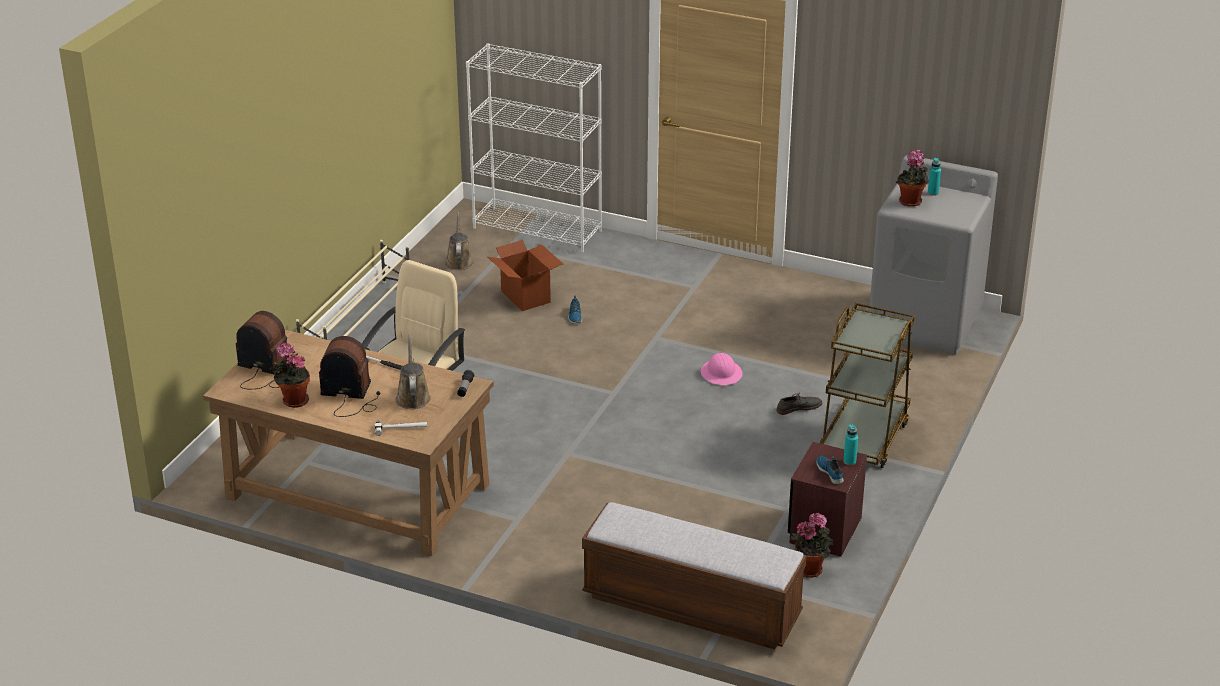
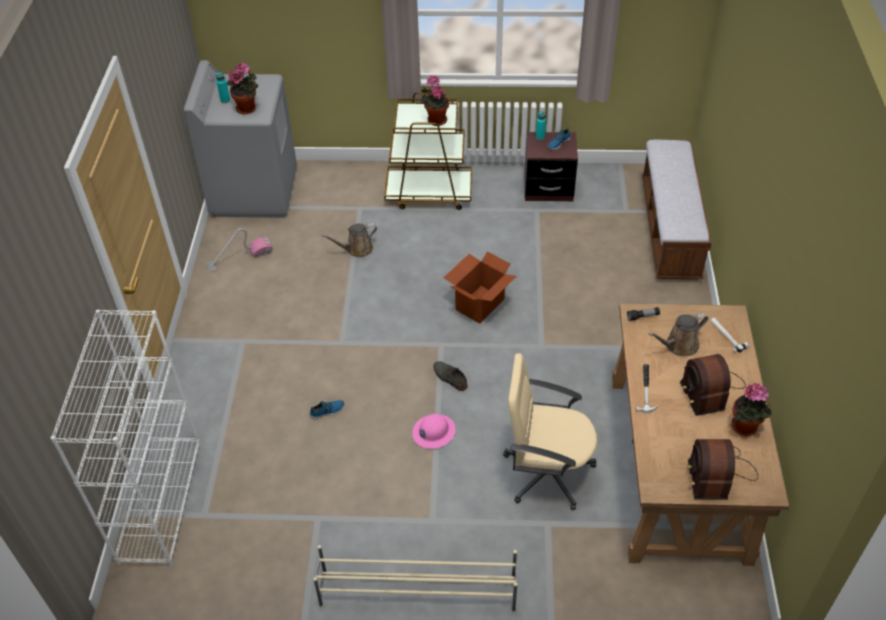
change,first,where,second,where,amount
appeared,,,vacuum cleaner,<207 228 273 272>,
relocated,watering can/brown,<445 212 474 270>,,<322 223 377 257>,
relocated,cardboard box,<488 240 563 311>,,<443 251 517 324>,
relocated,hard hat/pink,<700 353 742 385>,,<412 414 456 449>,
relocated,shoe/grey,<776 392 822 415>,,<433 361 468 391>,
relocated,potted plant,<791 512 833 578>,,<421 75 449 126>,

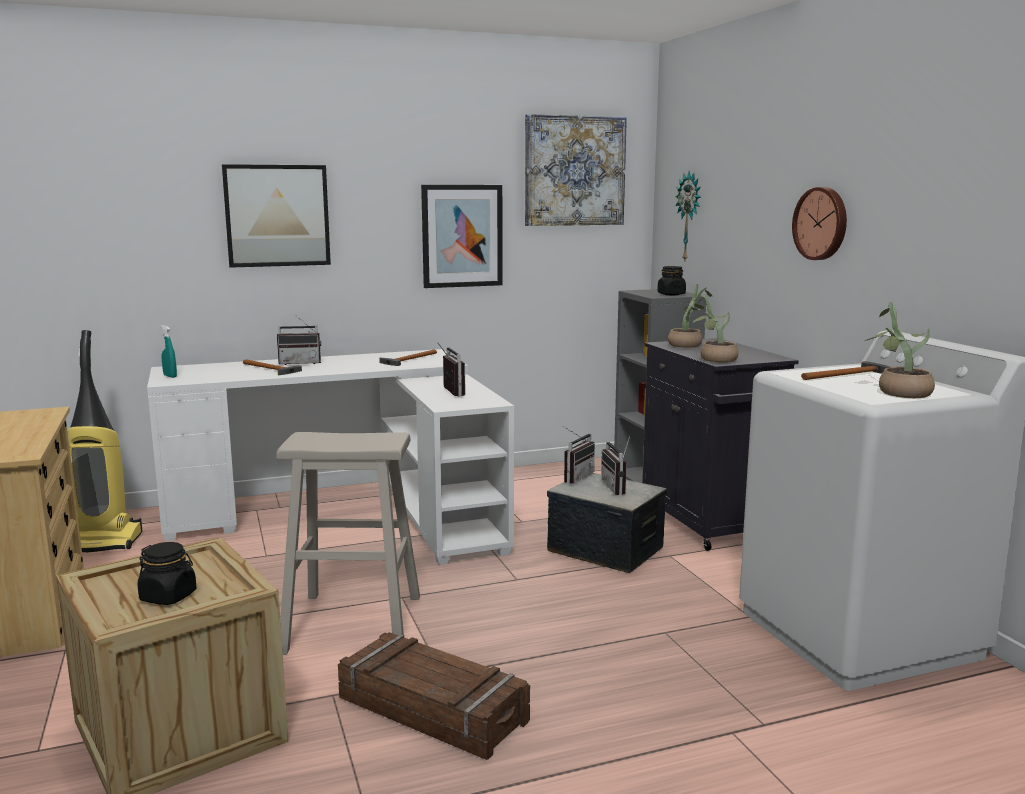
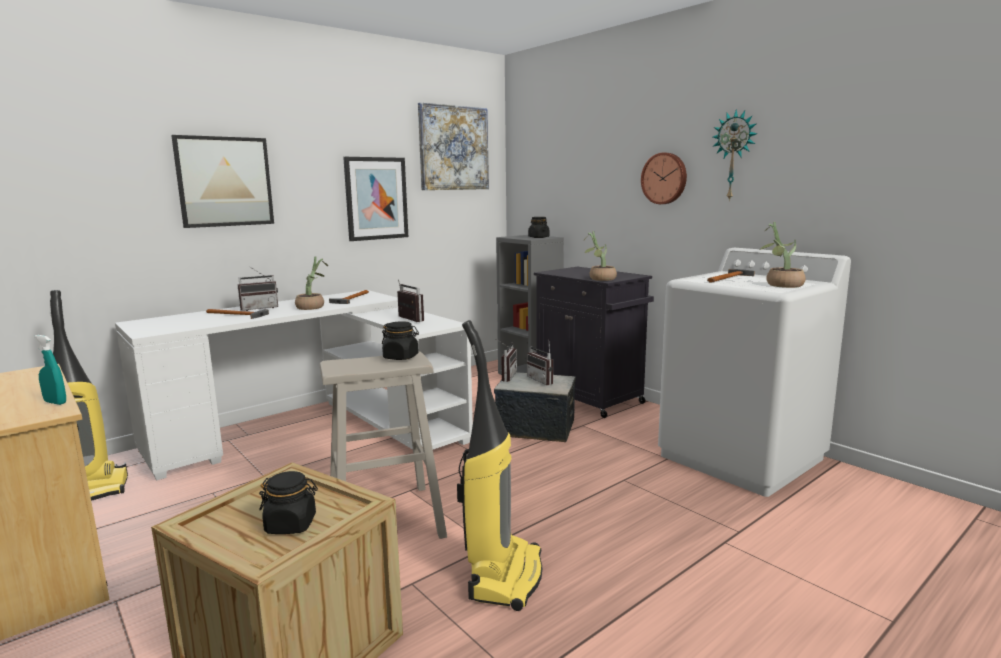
change,first,where,second,where,amount
appeared,,,jar/black,<382 321 419 360>,
relocated,spray bottle/turquoise,<161 325 177 378>,,<34 335 66 405>,
relocated,potted plant,<668 284 712 348>,,<295 256 328 310>,
relocated,wall clock,<675 171 701 261>,,<713 109 758 201>,
exchanged,crate,<338 632 530 760>,vacuum cleaner,<457 320 543 611>,

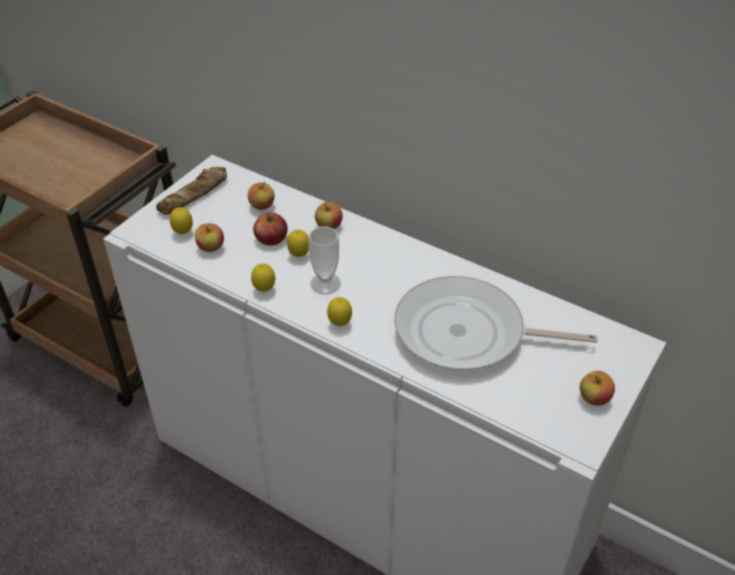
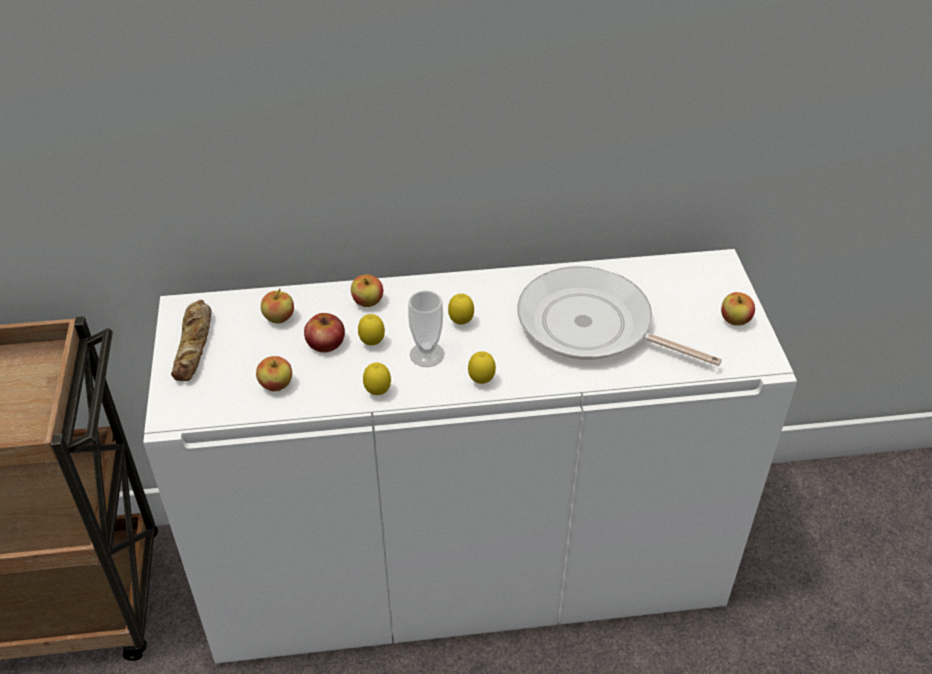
change,first,where,second,where,amount
relocated,lemon,<170 207 193 234>,,<448 294 474 325>,
spun,frying pan,<394 276 598 371>,,<517 266 722 366>,60 degrees clockwise

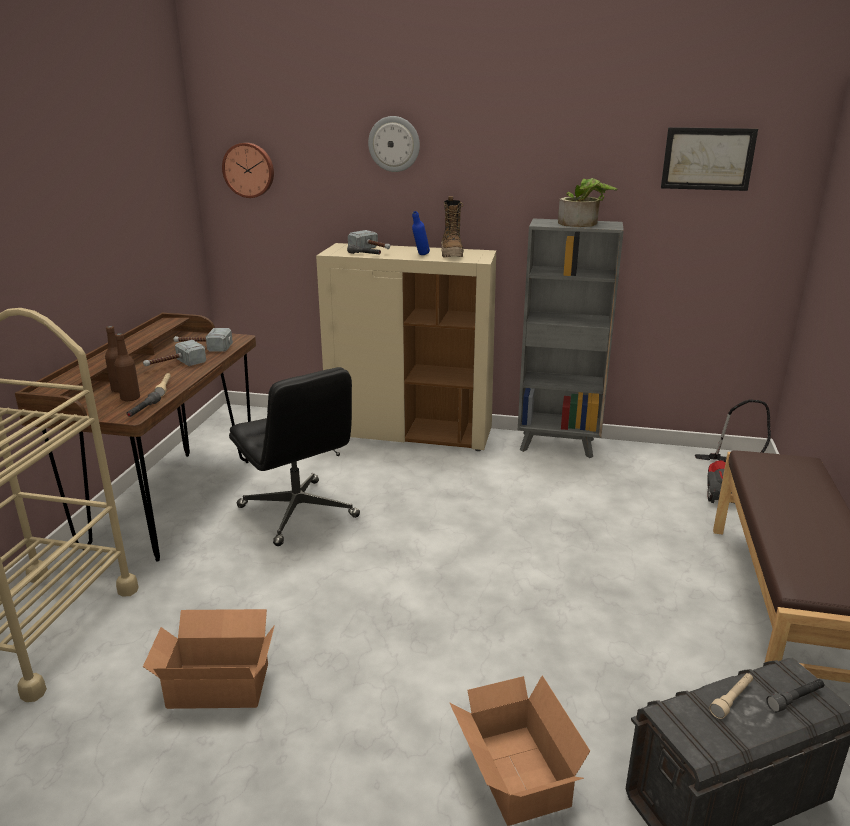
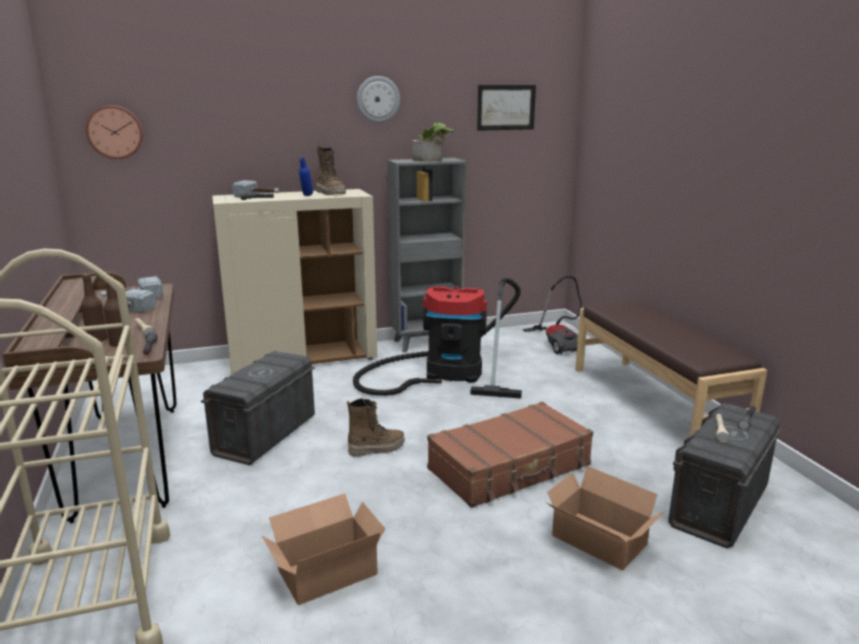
change,first,where,second,where,amount
appeared,,,boot,<347 398 405 457>,
appeared,,,vacuum cleaner,<353 278 522 399>,
appeared,,,suitcase/brown,<427 402 593 508>,
relocated,wall clock,<368 116 420 172>,,<357 76 400 123>,
exchanged,office chair/black,<229 367 360 546>,storage box/grey,<201 351 315 465>,

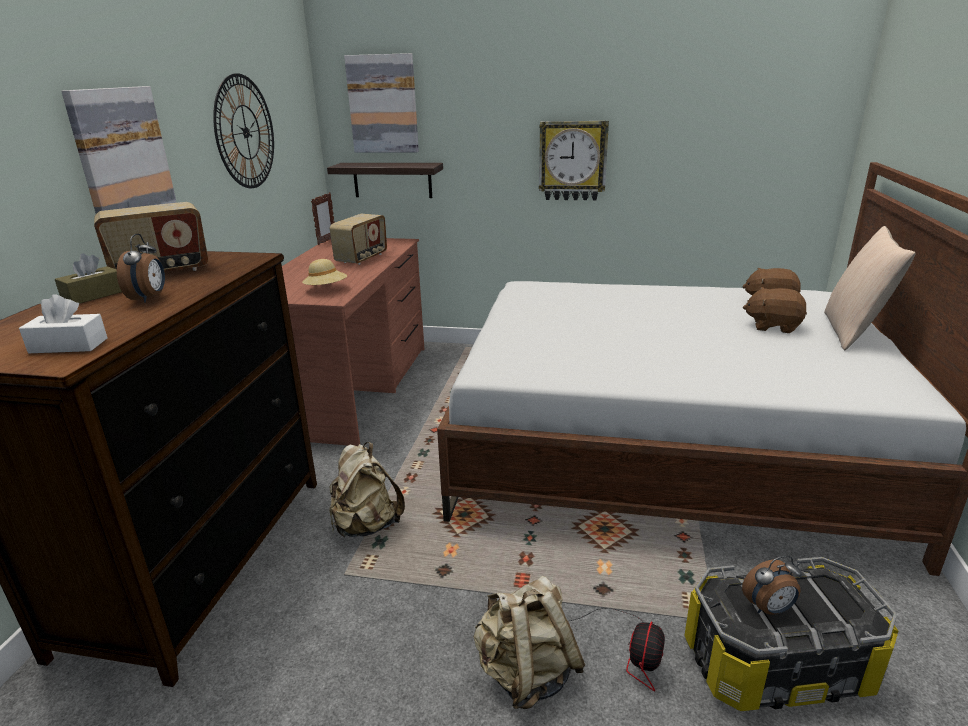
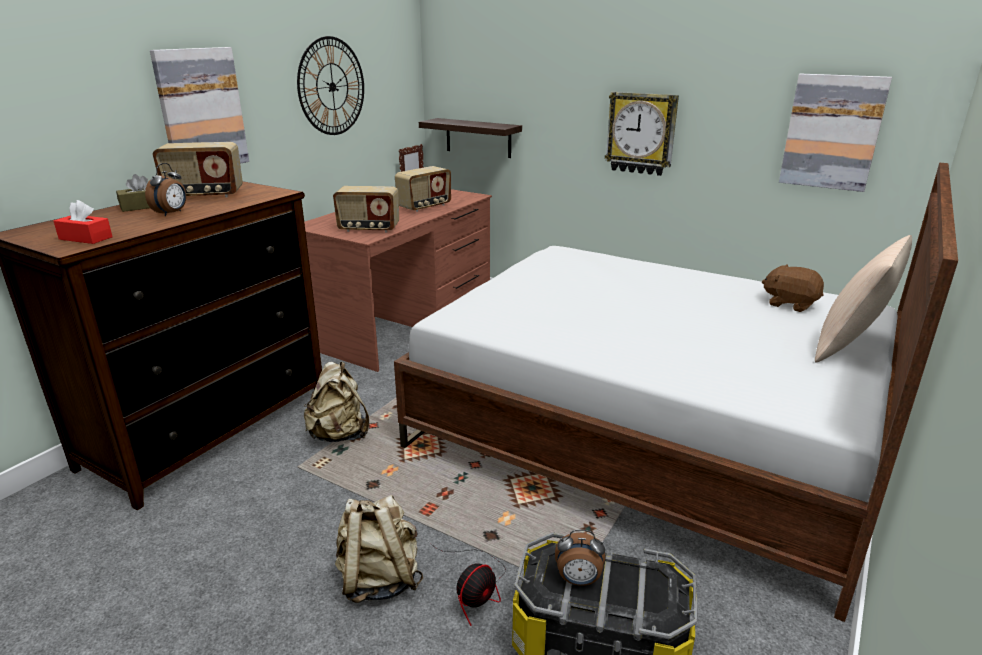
change,first,where,second,where,amount
missing,plush toy/brown,<743 287 807 333>,,,
relocated,picture,<344 53 419 152>,,<779 74 892 192>,
exchanged,hat/beige,<302 259 348 286>,radio,<333 186 399 232>,
colour,tissue box/white,<19 294 107 353>,tissue box/red,<54 200 113 244>,

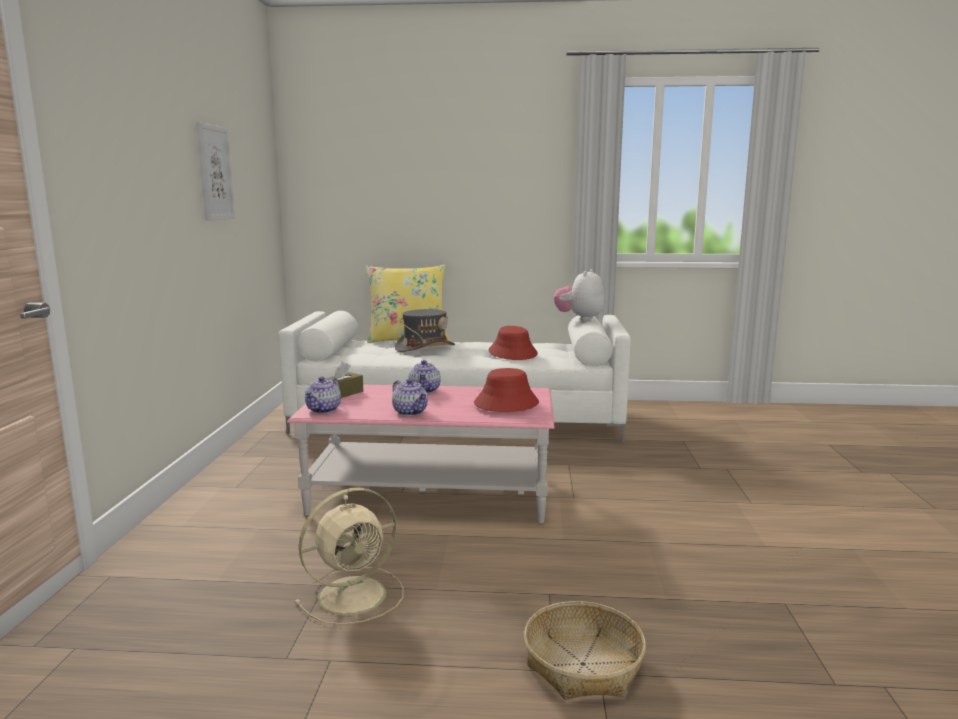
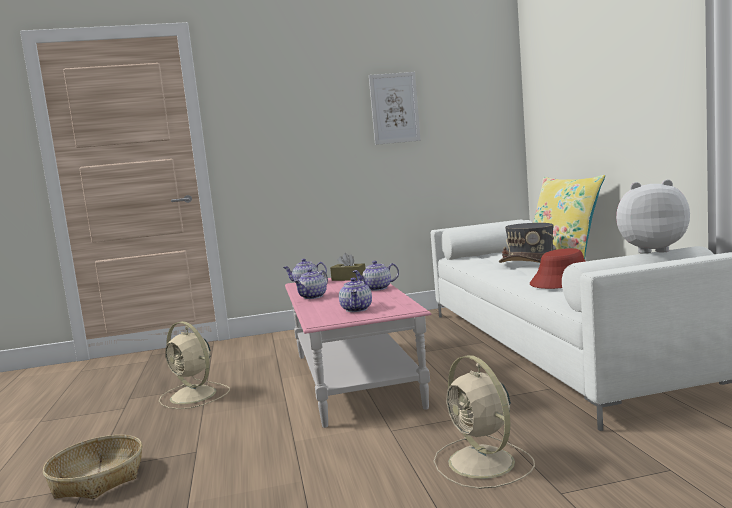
change,first,where,second,where,amount
appeared,,,fan/beige,<434 355 535 489>,
exchanged,hat/red,<474 368 539 412>,teapot,<339 278 372 312>,

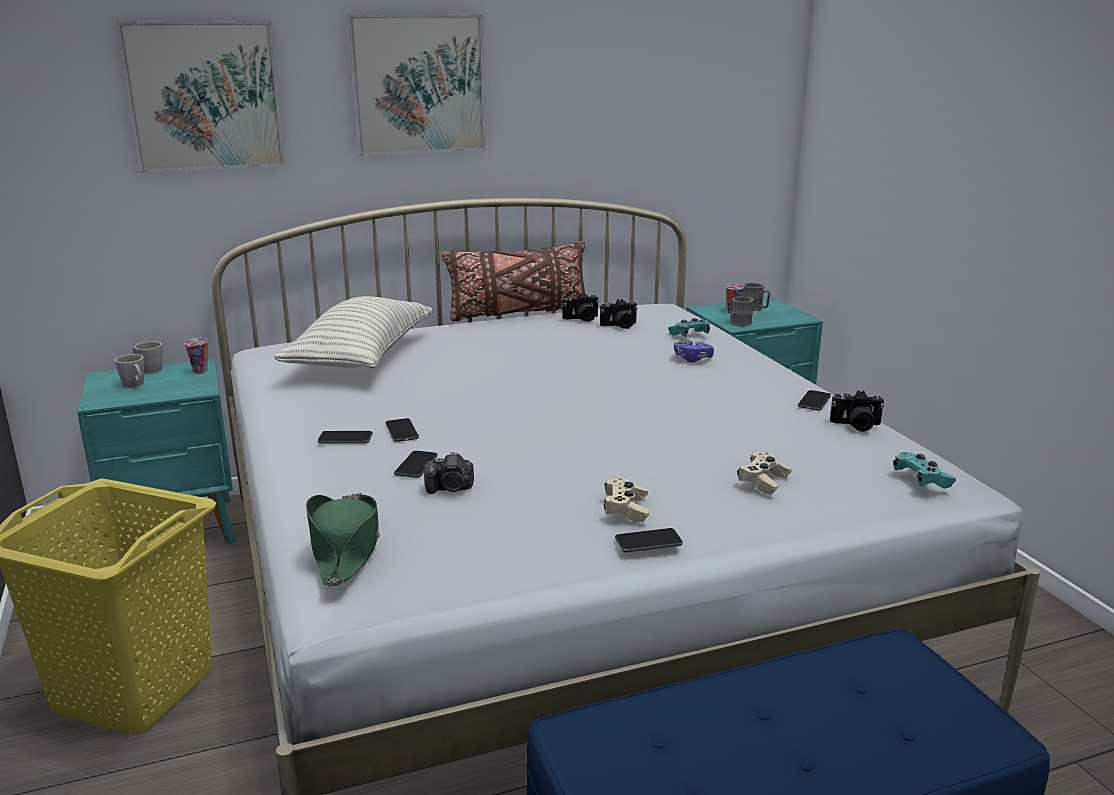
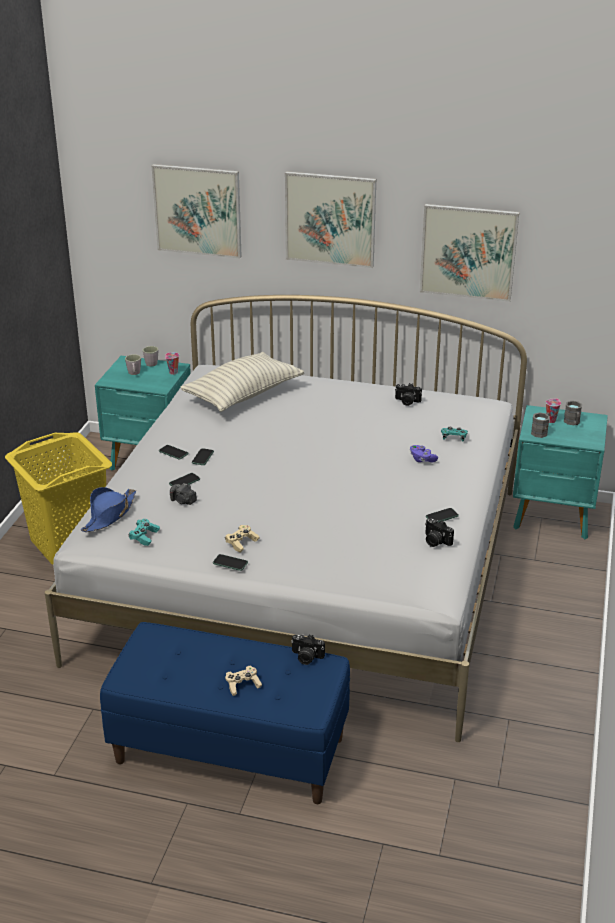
change,first,where,second,where,amount
missing,pillow/brown,<442 241 585 322>,,,
appeared,,,picture,<420 204 519 302>,
relocated,photo camera,<600 299 638 329>,,<291 634 325 665>,
relocated,game controller/beige,<737 452 792 495>,,<225 666 262 696>,
relocated,game controller/turquoise,<893 452 956 489>,,<128 519 160 546>,
colour,hat/green,<306 493 380 586>,hat/blue,<81 487 136 532>,

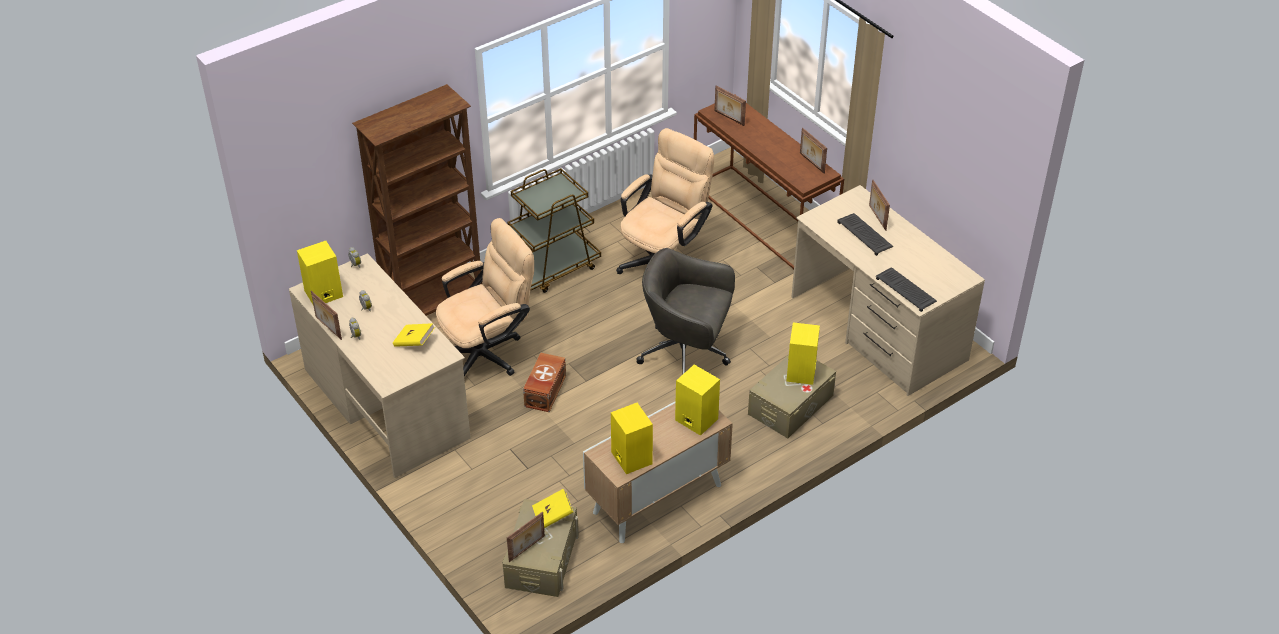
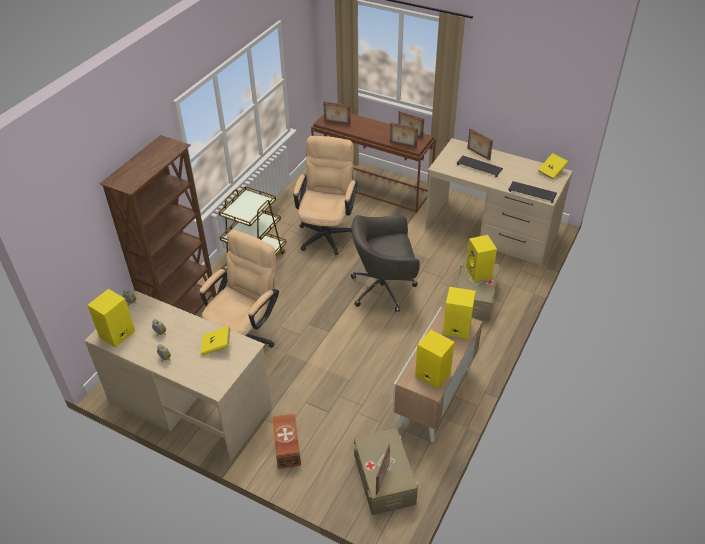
change,first,where,second,where,amount
relocated,picture frame,<311 291 342 340>,,<390 122 418 148>,
relocated,storage box/brown,<523 353 566 412>,,<272 413 301 469>,
relocated,book/yellow,<532 489 573 528>,,<538 153 568 180>,

